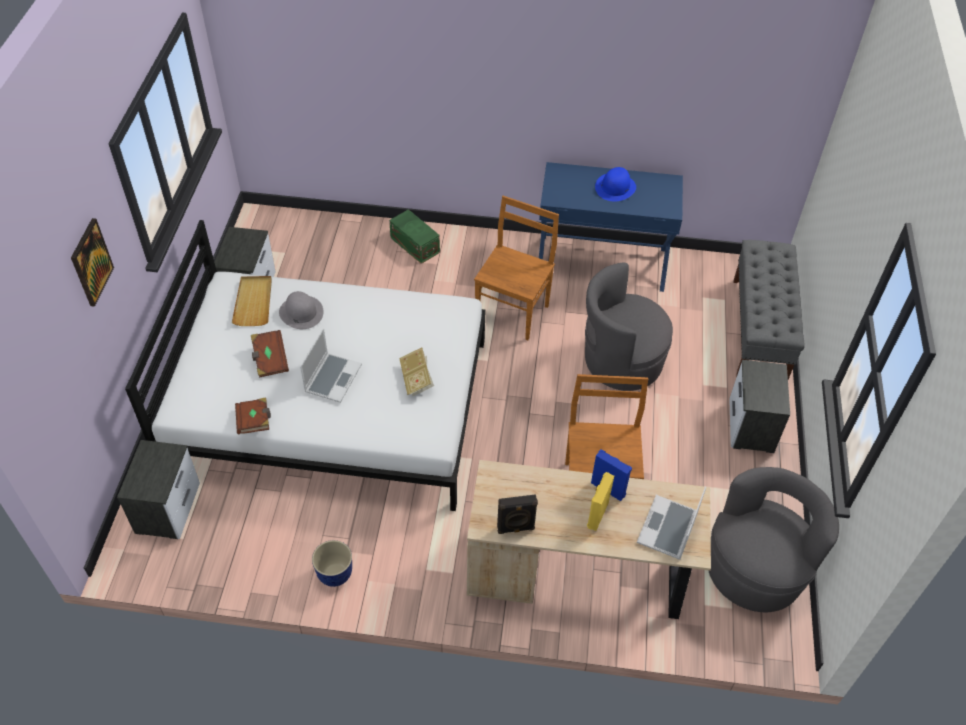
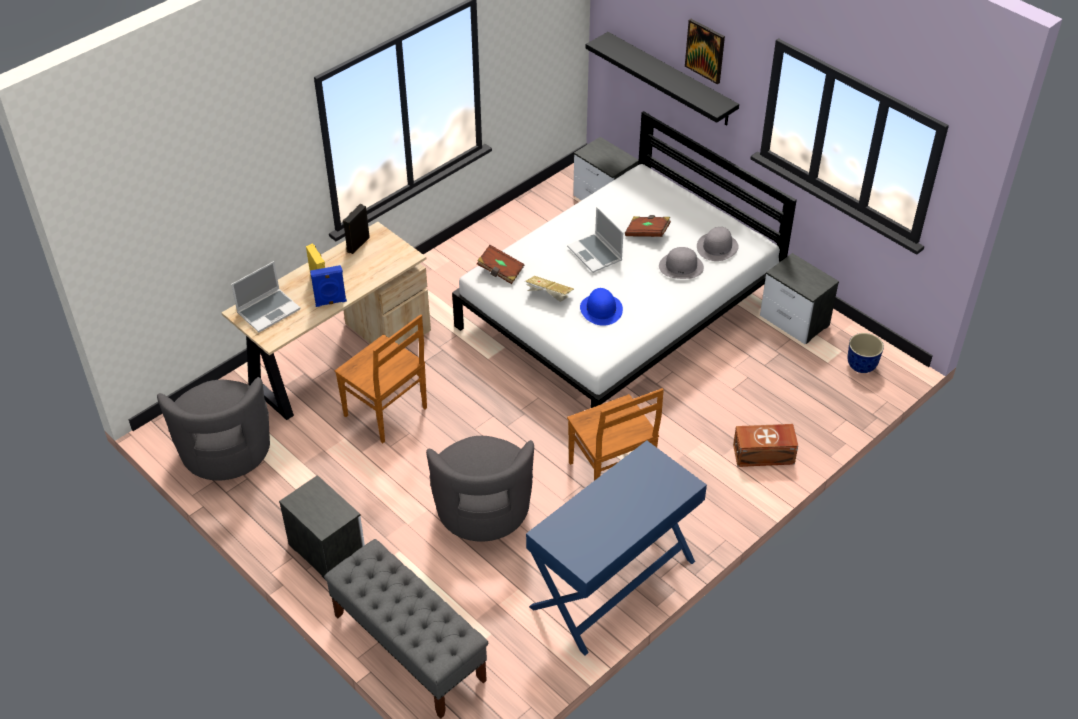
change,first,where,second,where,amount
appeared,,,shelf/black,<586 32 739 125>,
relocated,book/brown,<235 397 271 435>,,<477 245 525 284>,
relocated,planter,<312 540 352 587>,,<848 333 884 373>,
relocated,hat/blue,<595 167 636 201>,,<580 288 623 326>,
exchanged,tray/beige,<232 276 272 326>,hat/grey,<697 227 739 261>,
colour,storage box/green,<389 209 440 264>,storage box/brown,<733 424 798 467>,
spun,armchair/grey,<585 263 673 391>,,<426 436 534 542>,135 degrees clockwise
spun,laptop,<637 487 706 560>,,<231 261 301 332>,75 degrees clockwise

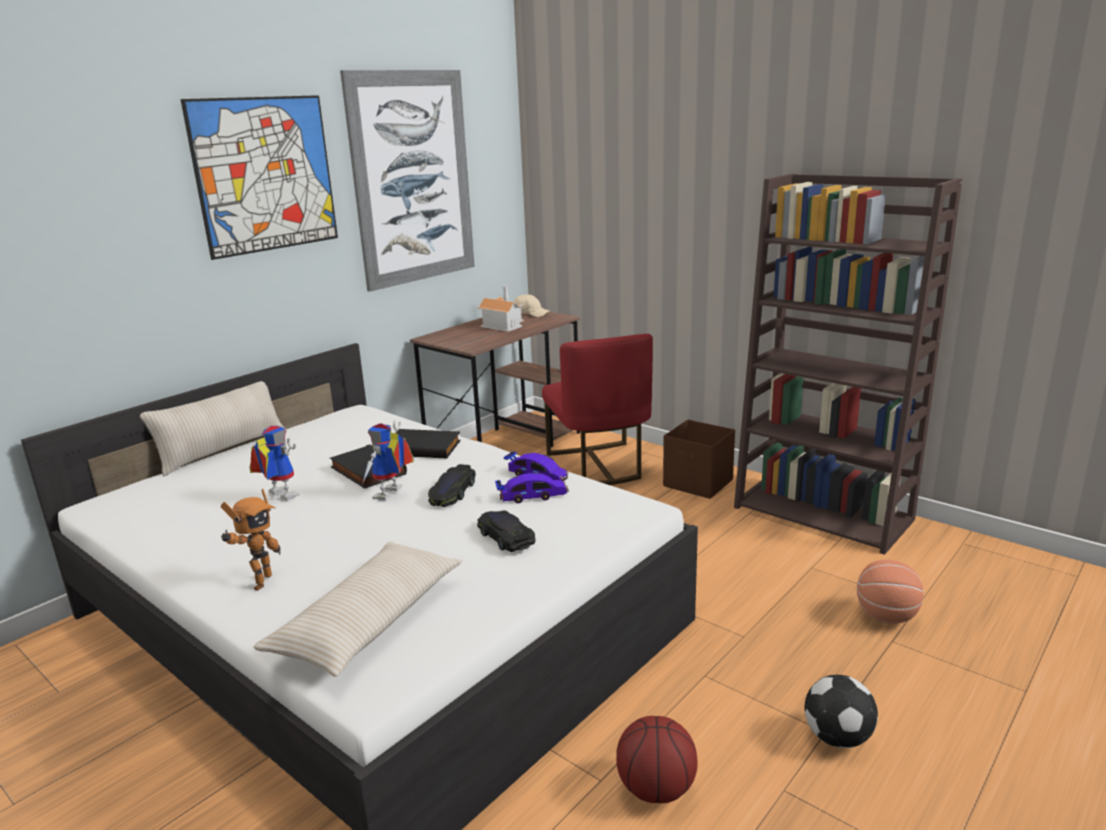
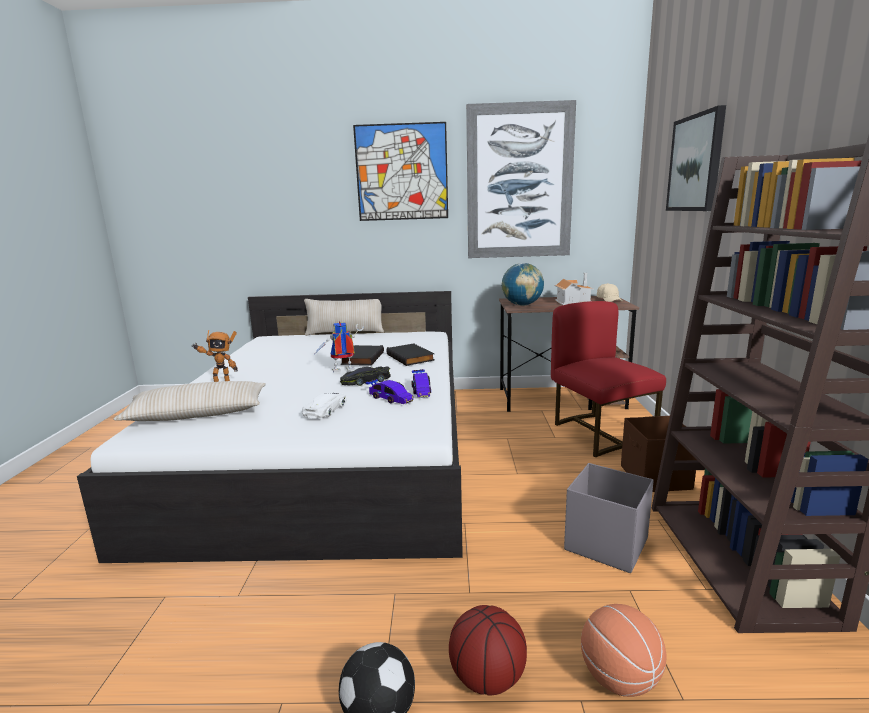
change,first,where,second,where,amount
missing,toy robot,<249 425 299 501>,,,
appeared,,,globe,<501 263 544 306>,
appeared,,,storage box/grey,<564 463 654 573>,
appeared,,,picture,<666 105 726 211>,
relocated,basketball,<616 716 698 803>,,<449 605 527 695>,
colour,toy car/black,<477 510 536 552>,toy car/white,<302 392 347 418>,
spun,chair/red,<542 334 653 485>,,<551 301 666 457>,120 degrees clockwise

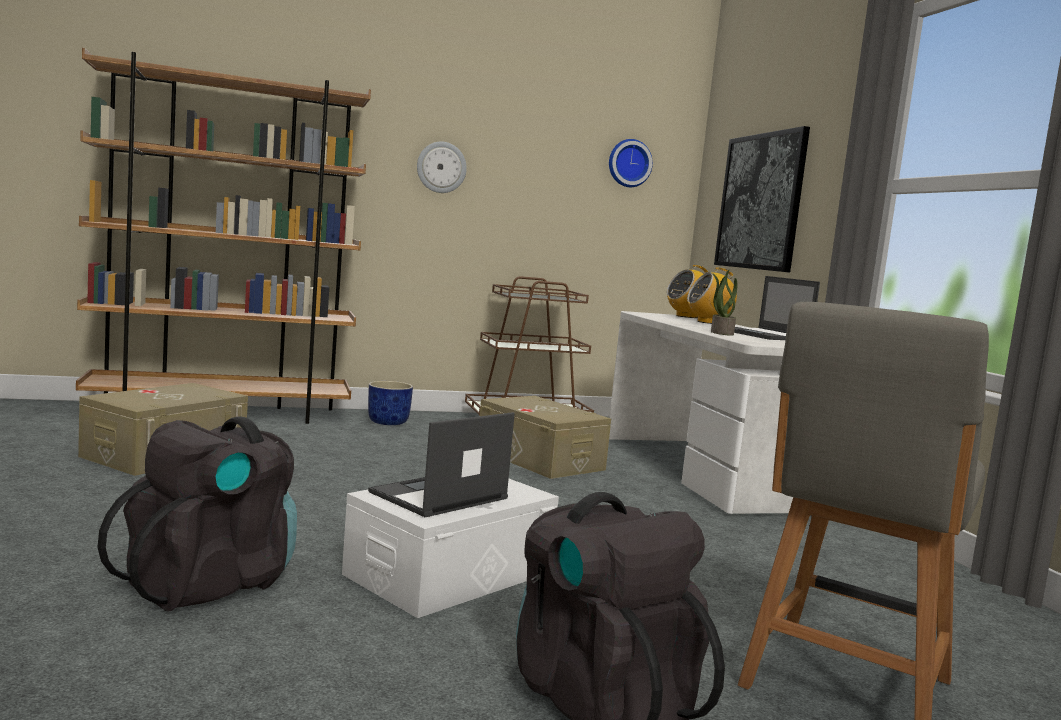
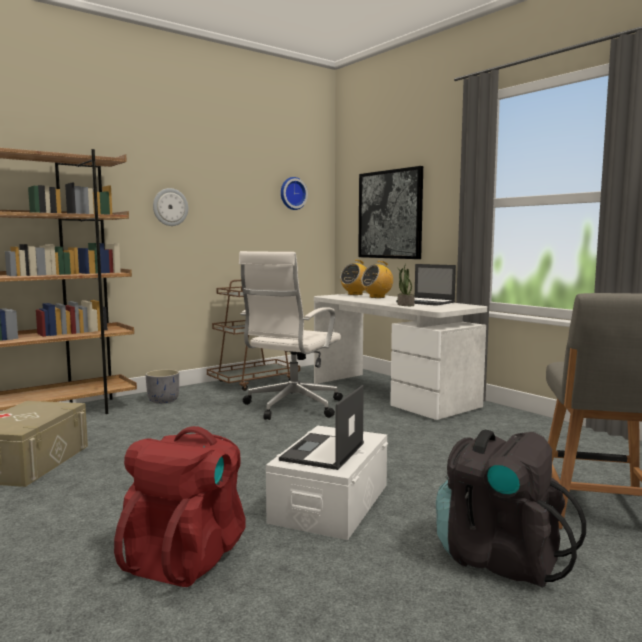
change,first,where,second,where,amount
exchanged,storage box/beige,<480 396 611 479>,office chair/white,<239 251 343 420>,
colour,backpack/black,<97 416 297 612>,backpack/red,<114 426 246 587>,
colour,planter/blue,<368 381 413 425>,planter/grey,<145 369 179 403>,

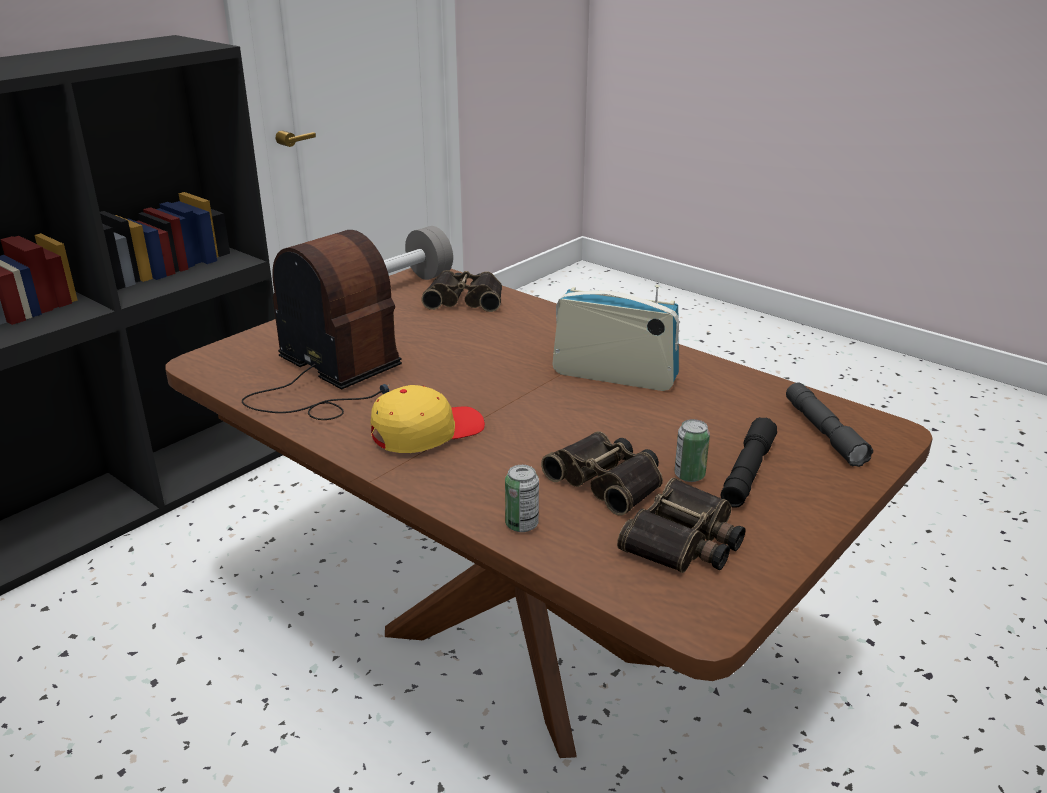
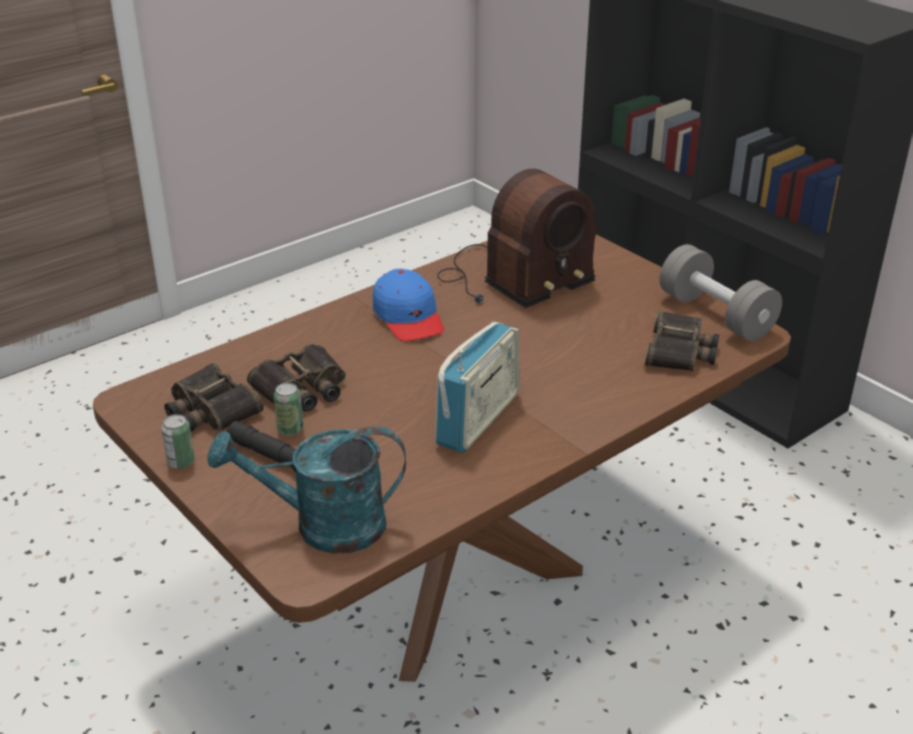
change,first,where,second,where,amount
relocated,can,<505 465 539 532>,,<161 414 195 469>,
exchanged,flashlight/grey,<786 383 873 467>,watering can/turquoise,<207 426 406 554>,
colour,cap/yellow,<371 385 485 453>,cap/blue,<373 269 444 342>,

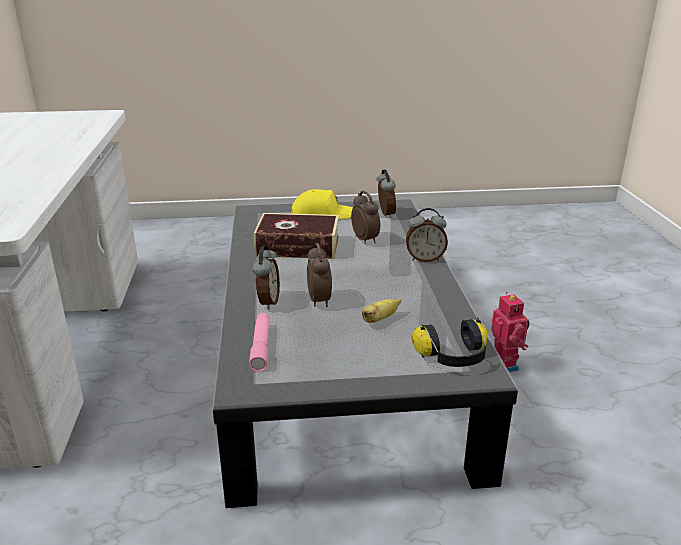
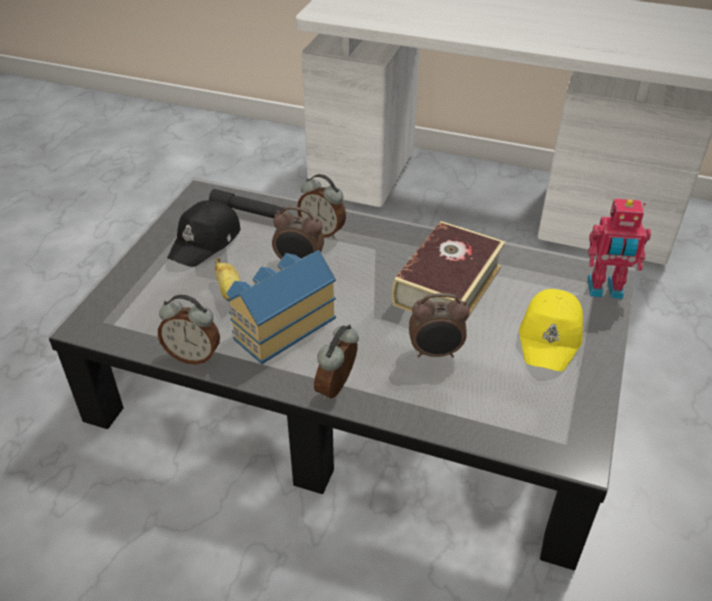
change,first,where,second,where,amount
missing,headphones,<412 318 487 367>,,,
appeared,,,cap/black,<167 200 240 267>,
appeared,,,toy house,<226 250 336 364>,
relocated,alarm clock,<376 169 396 218>,,<158 295 220 364>,
relocated,toy robot,<491 292 530 372>,,<588 199 651 299>,
colour,flashlight/pink,<249 312 269 372>,flashlight/black,<209 189 285 218>,

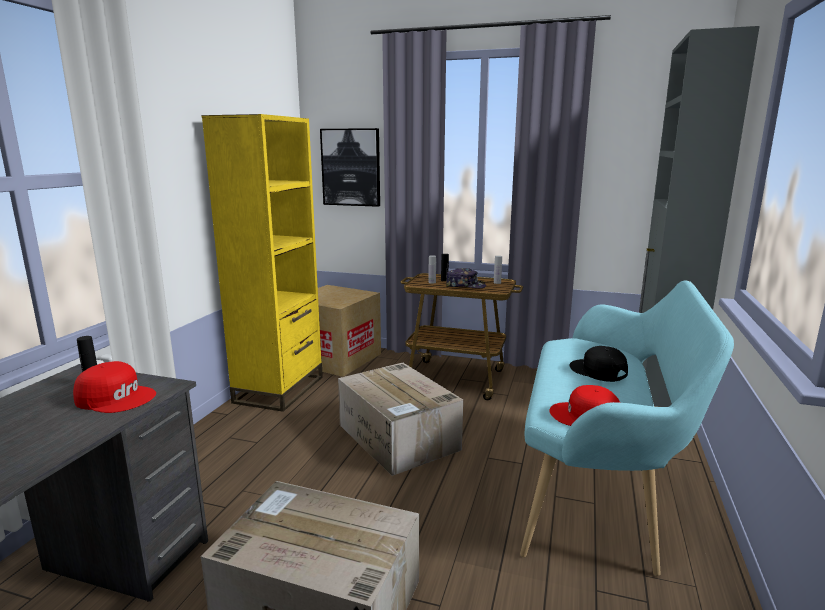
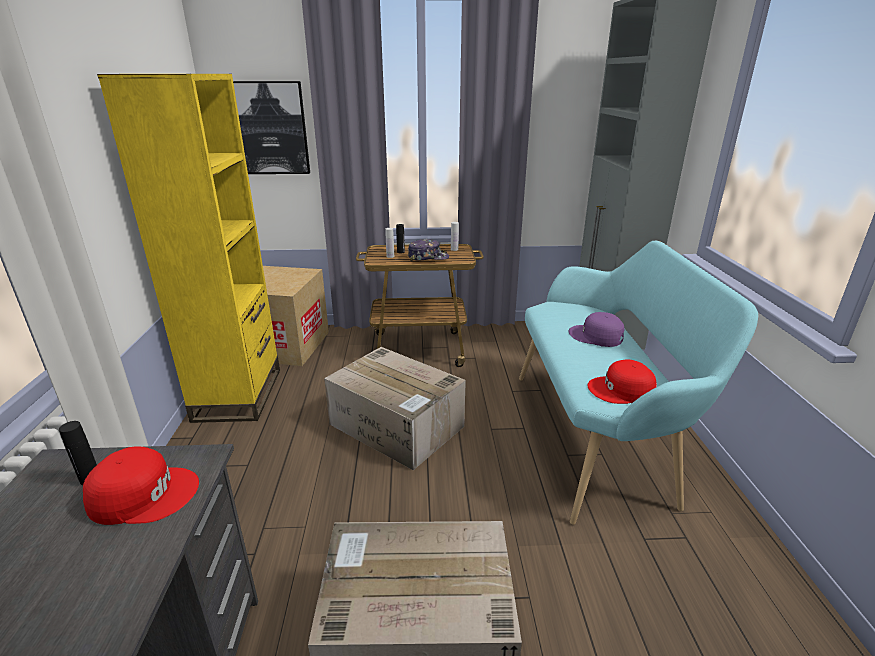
change,first,where,second,where,amount
colour,cap/black,<569 346 628 382>,cap/purple,<569 312 625 347>,

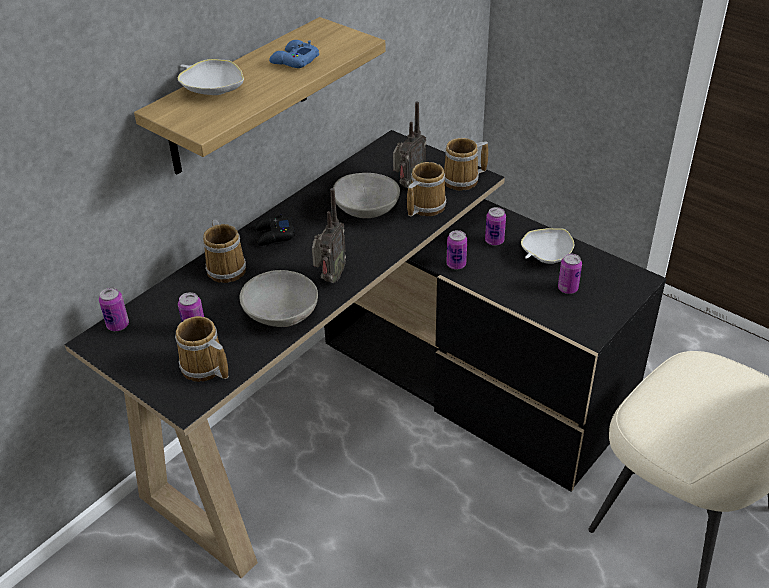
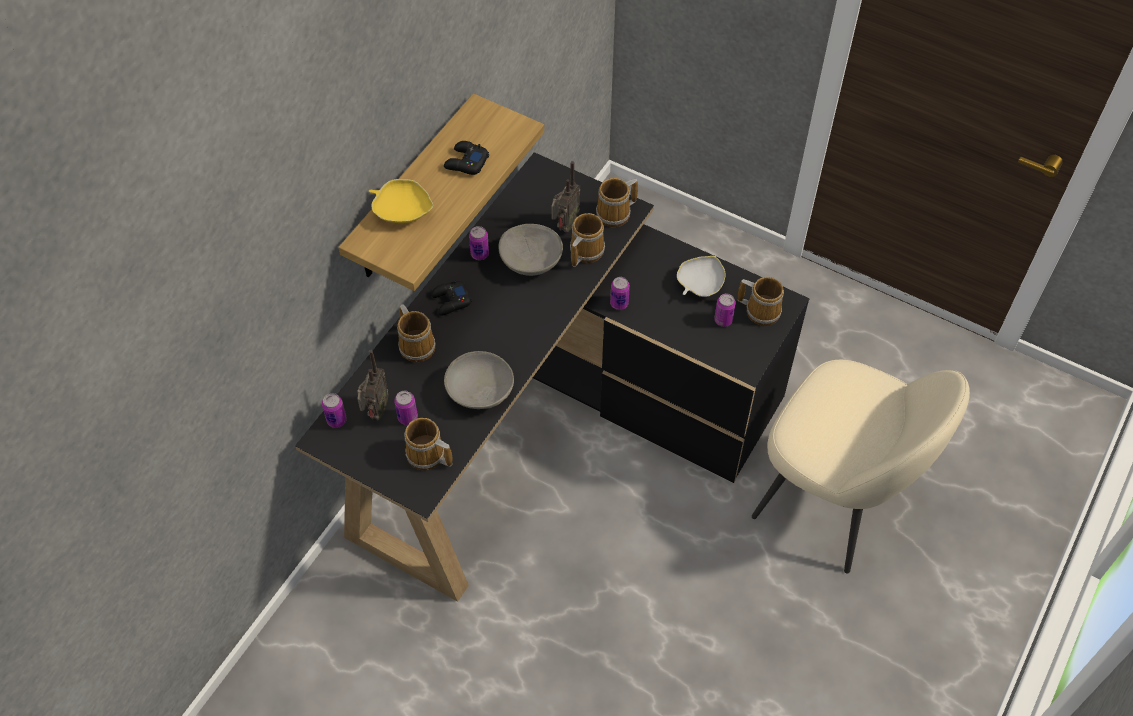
change,first,where,second,where,amount
appeared,,,mug,<738 277 784 326>,
relocated,radio,<312 188 346 283>,,<357 350 388 420>,
relocated,can,<485 207 506 246>,,<469 226 489 260>,
colour,bowl/white,<178 59 244 95>,bowl/yellow,<369 179 433 223>,
colour,game controller/blue,<269 40 319 68>,game controller/black,<444 141 489 175>,

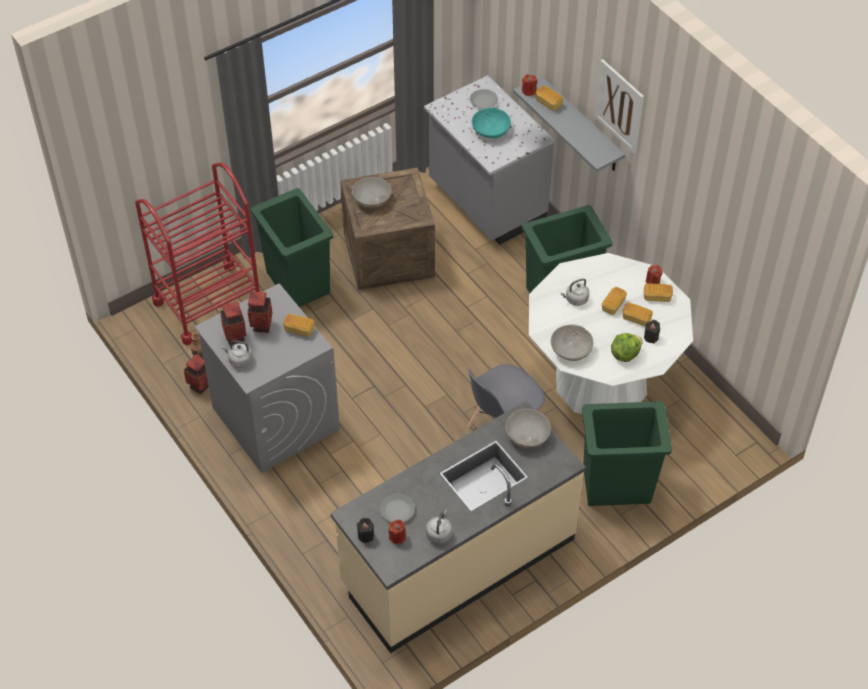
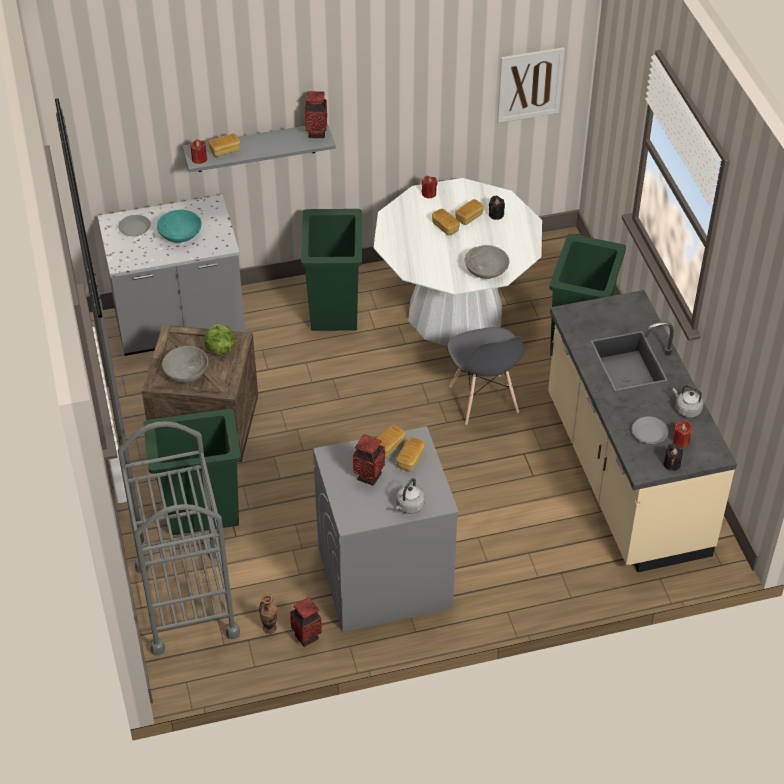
change,first,where,second,where,amount
missing,bowl/grey,<505 409 551 448>,,,
missing,kettle/grey,<560 278 589 306>,,,
relocated,vase,<220 302 246 345>,,<305 91 327 138>,
relocated,picture,<594 59 644 154>,,<497 47 565 123>,
relocated,lettuce,<611 333 643 362>,,<204 324 235 356>,
relocated,bread,<644 283 673 302>,,<396 437 425 471>,
colour,cart/red,<135 163 260 345>,cart/grey,<118 421 240 655>,

